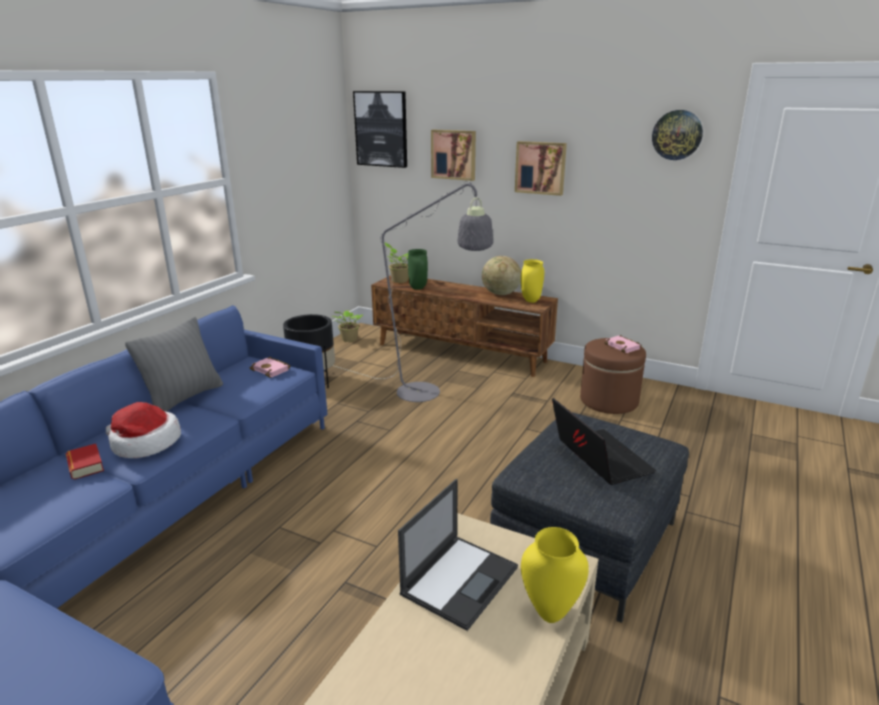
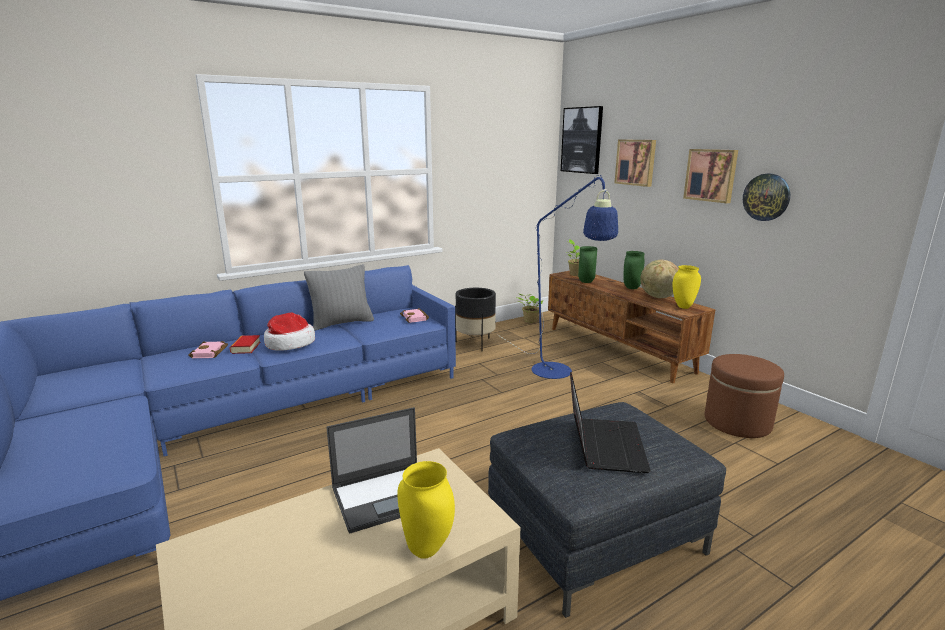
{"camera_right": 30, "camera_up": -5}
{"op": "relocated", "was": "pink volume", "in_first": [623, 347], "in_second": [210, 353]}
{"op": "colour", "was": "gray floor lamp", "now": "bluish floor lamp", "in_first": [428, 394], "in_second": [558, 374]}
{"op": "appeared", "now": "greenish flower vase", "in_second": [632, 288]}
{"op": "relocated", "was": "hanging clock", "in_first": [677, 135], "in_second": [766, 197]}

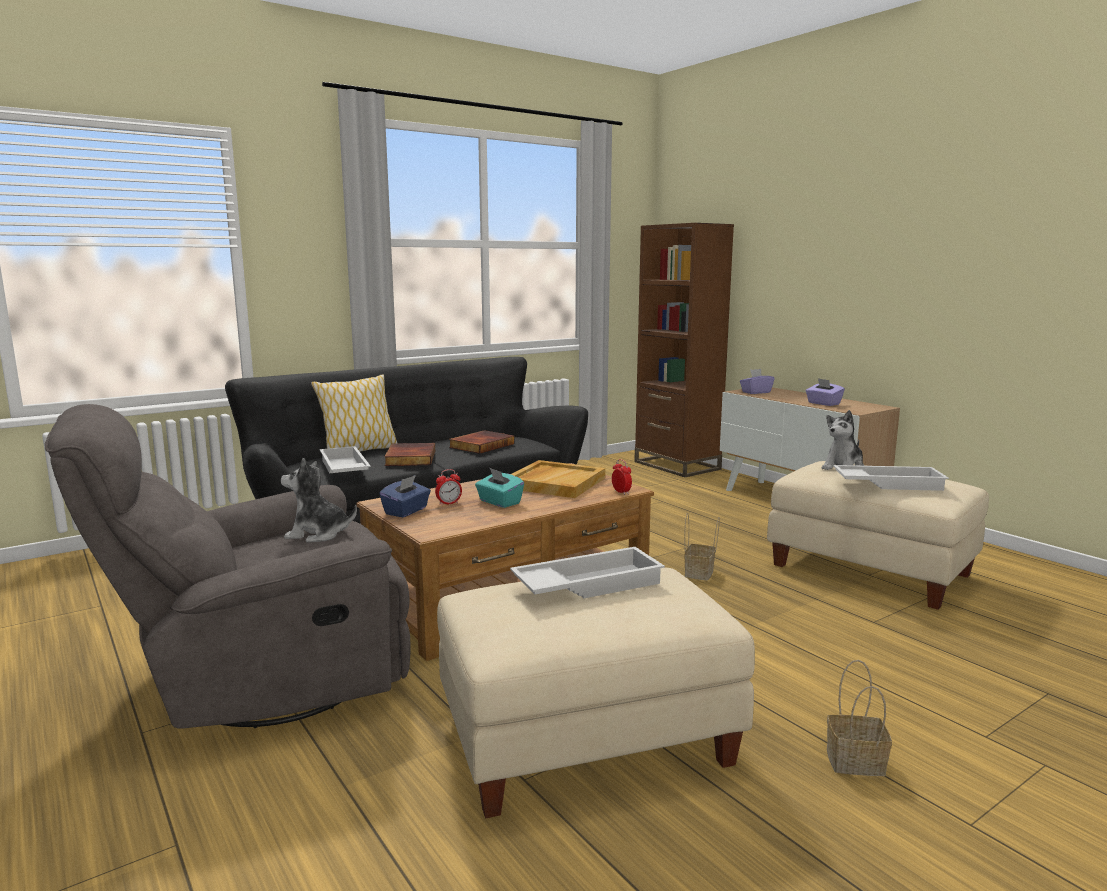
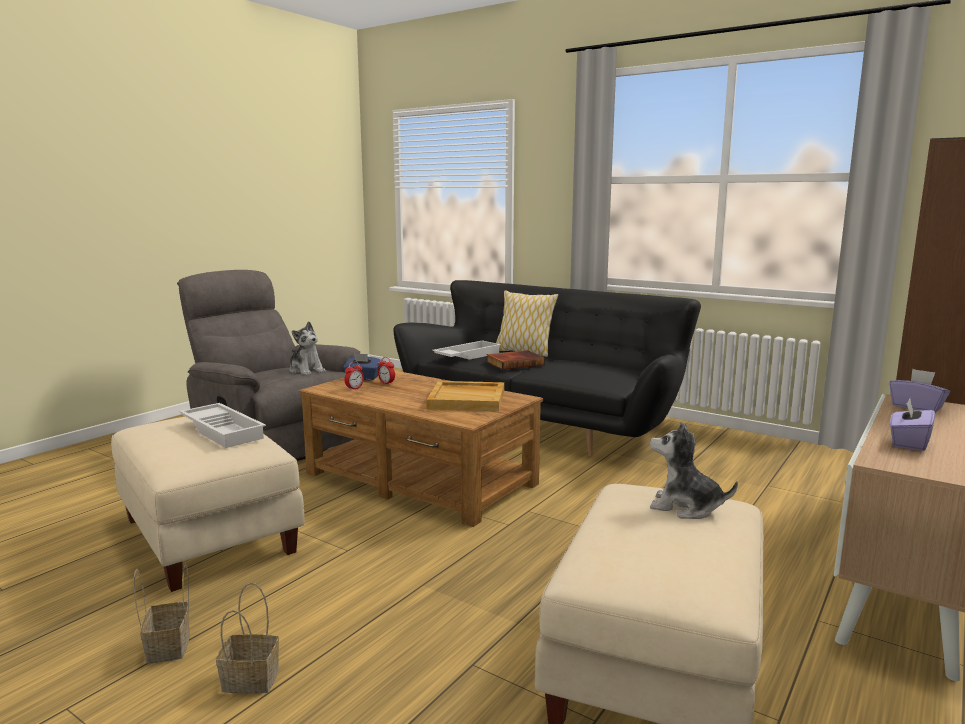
{"camera_right": 70, "camera_up": 0}
{"op": "relocated", "was": "basket", "in_first": [699, 573], "in_second": [248, 680]}
{"op": "spun", "was": "cuddly toy", "in_first": [318, 534], "in_second": [306, 370], "clockwise": 150}
{"op": "relocated", "was": "alarm clock", "in_first": [621, 492], "in_second": [354, 388]}
{"op": "missing", "was": "volume", "in_first": [481, 445]}
{"op": "missing", "was": "blue-green tissue holder", "in_first": [499, 502]}
{"op": "missing", "was": "white serving tray", "in_first": [888, 483]}

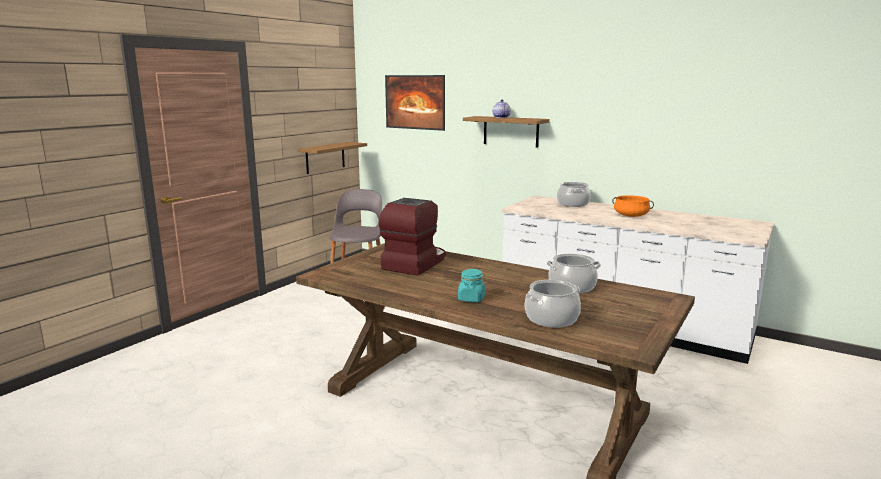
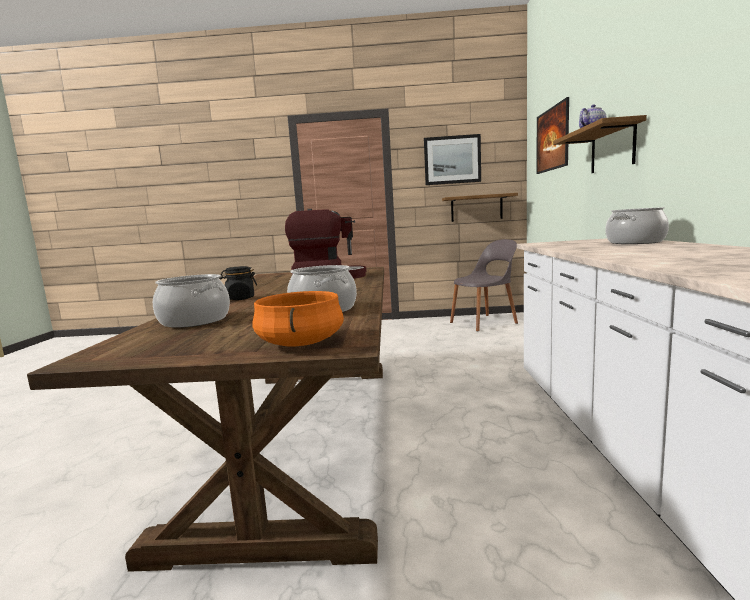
{"camera_right": 60, "camera_up": -5}
{"op": "colour", "was": "blue-green storage jar", "now": "blackish storage jar", "in_first": [471, 299], "in_second": [240, 298]}
{"op": "relocated", "was": "orange stockpot", "in_first": [631, 215], "in_second": [301, 343]}
{"op": "appeared", "now": "wall art", "in_second": [452, 160]}

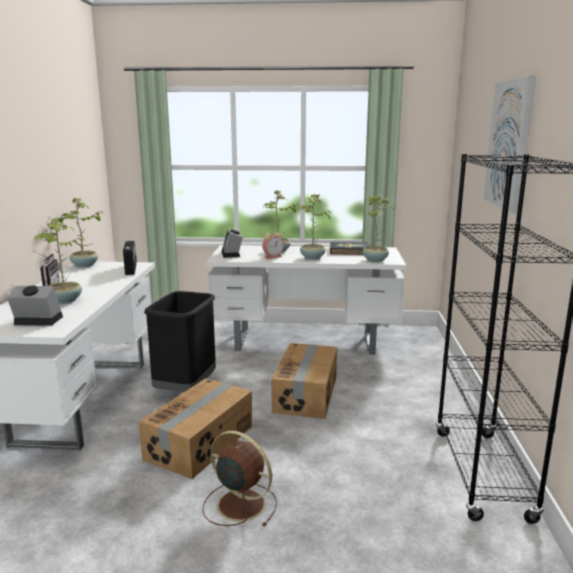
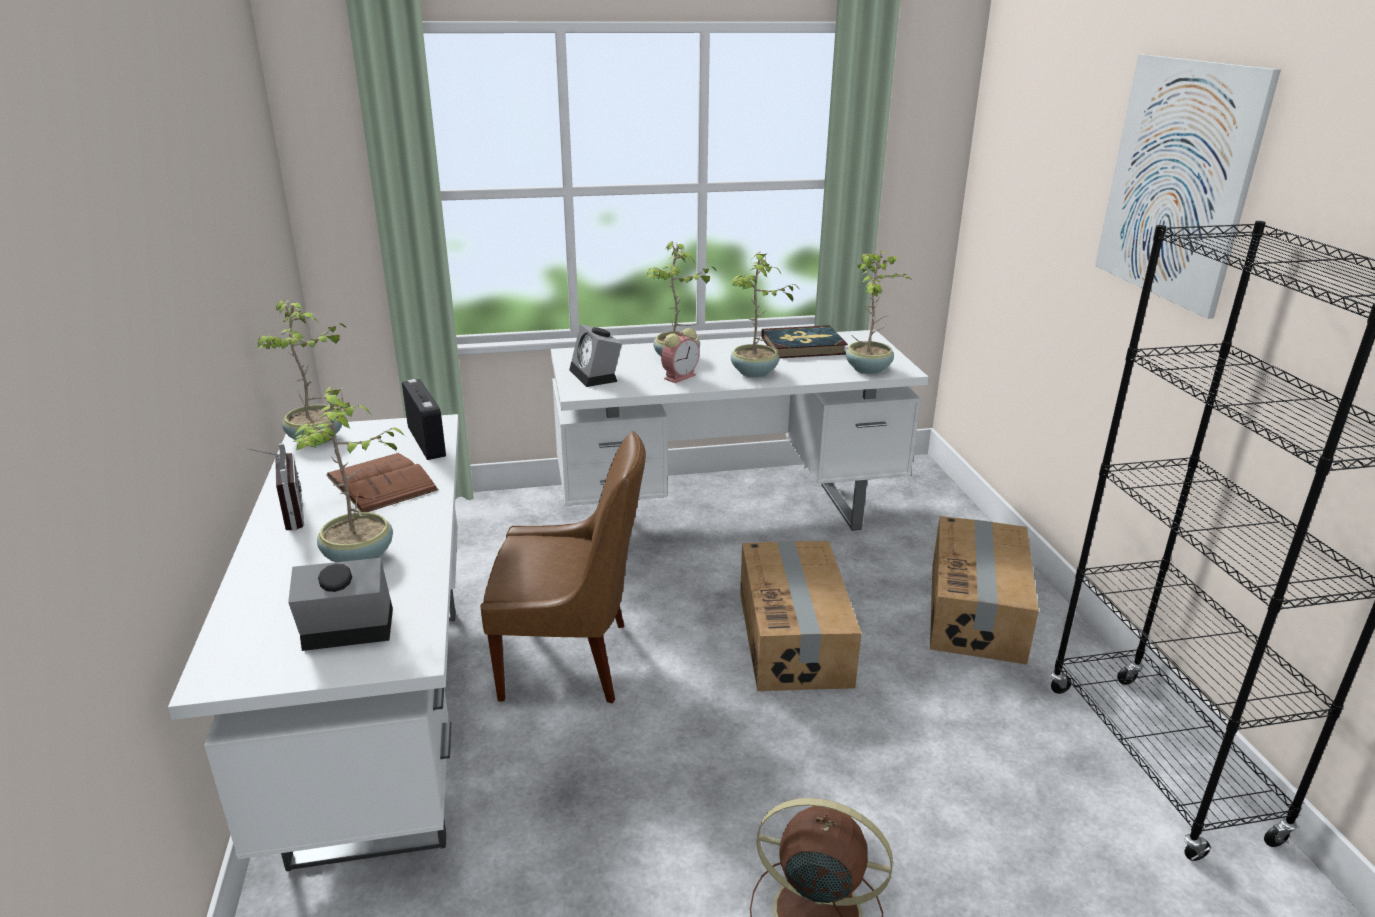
{"camera_right": -15, "camera_up": 10}
{"op": "appeared", "now": "brown-coloured volume", "in_second": [381, 483]}
{"op": "exchanged", "was": "blackish rubbish bin", "now": "brown-coloured plain chair", "in_first": [186, 389], "in_second": [571, 661]}
{"op": "relocated", "was": "cardboard box", "in_first": [201, 442], "in_second": [977, 611]}

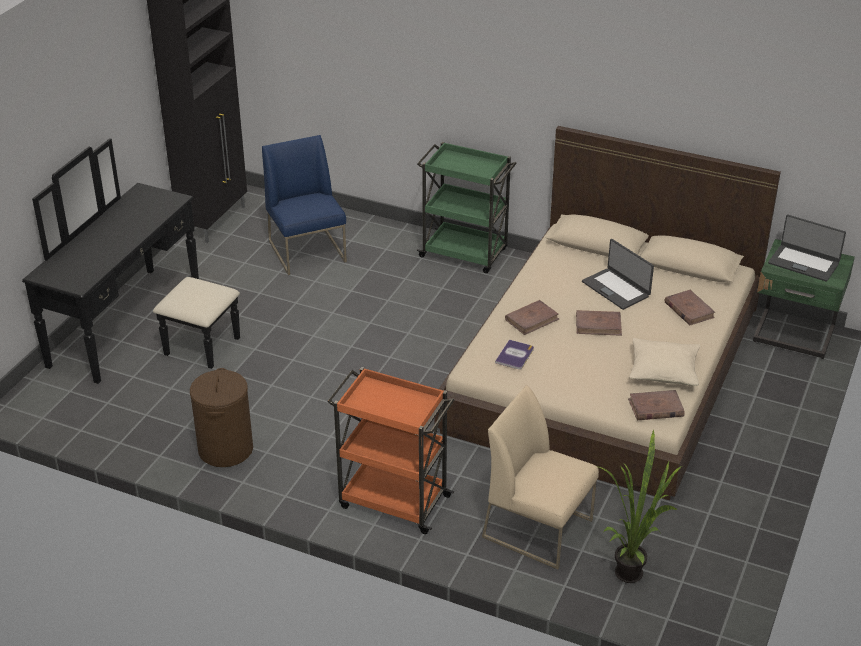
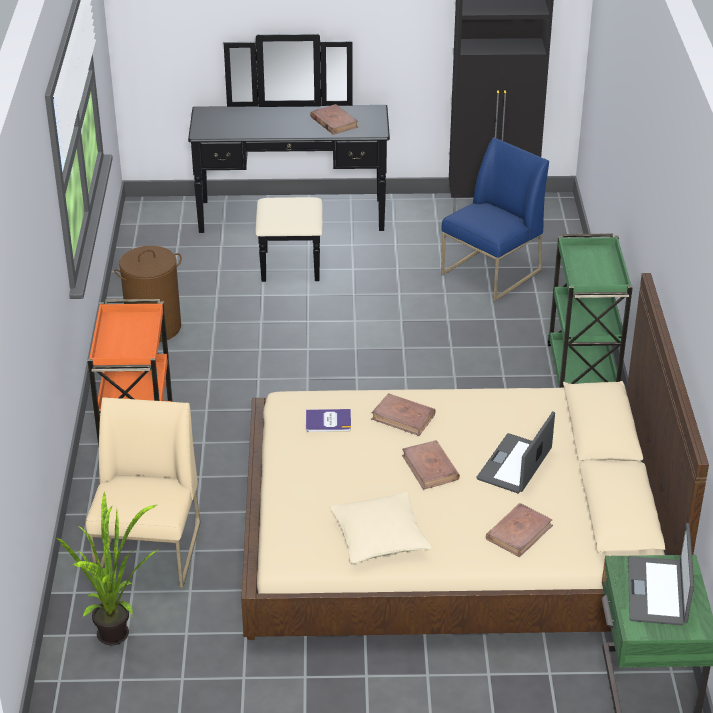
{"camera_right": 65, "camera_up": 0}
{"op": "relocated", "was": "brown-coloured volume", "in_first": [655, 408], "in_second": [334, 122]}

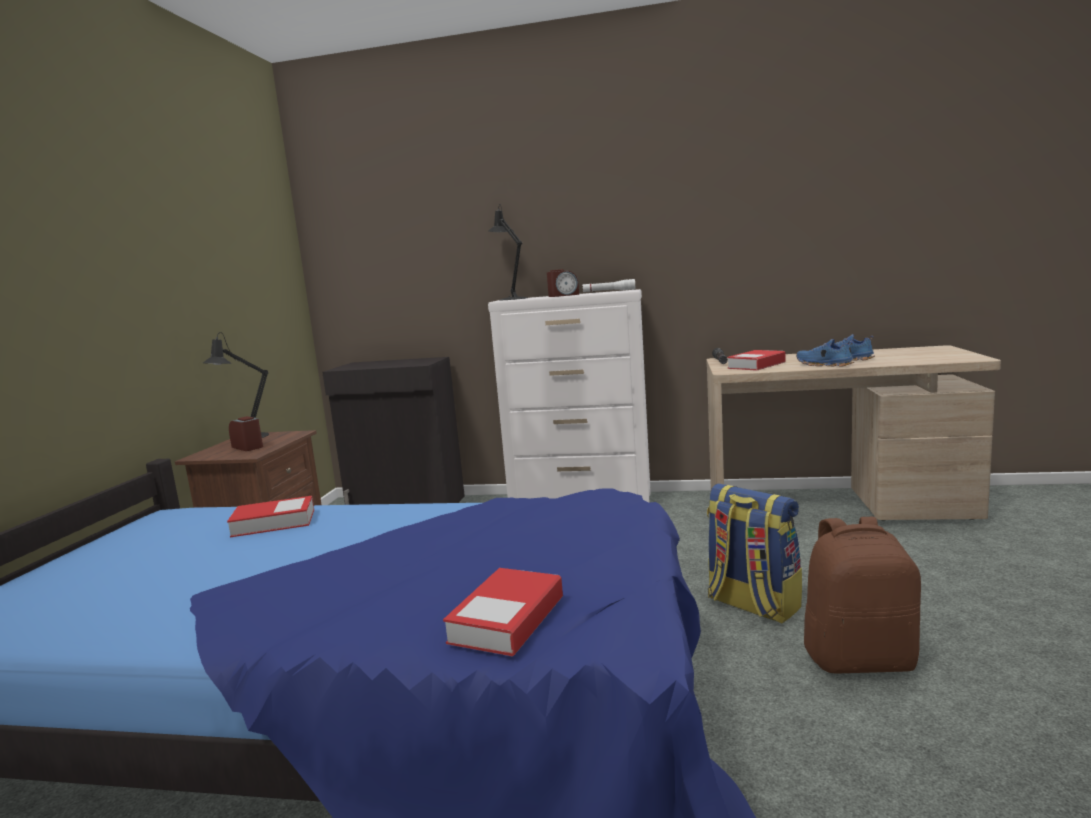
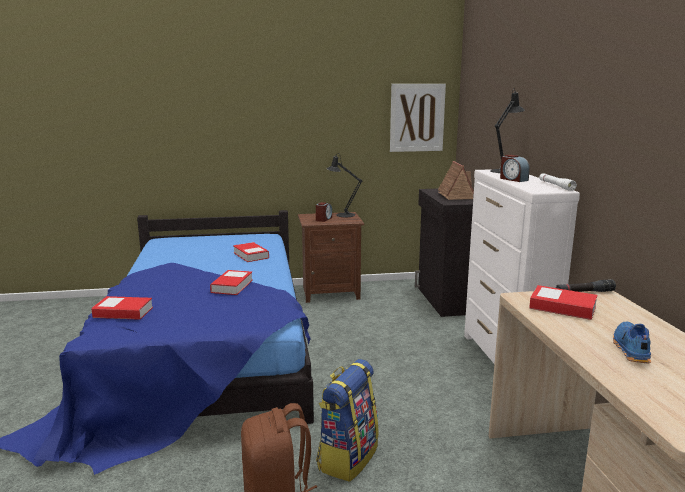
{"camera_right": 70, "camera_up": 5}
{"op": "appeared", "now": "volume", "in_second": [232, 286]}
{"op": "appeared", "now": "wall art", "in_second": [417, 117]}
{"op": "appeared", "now": "miniature house", "in_second": [455, 196]}
{"op": "missing", "was": "bluish item of footwear", "in_first": [823, 365]}

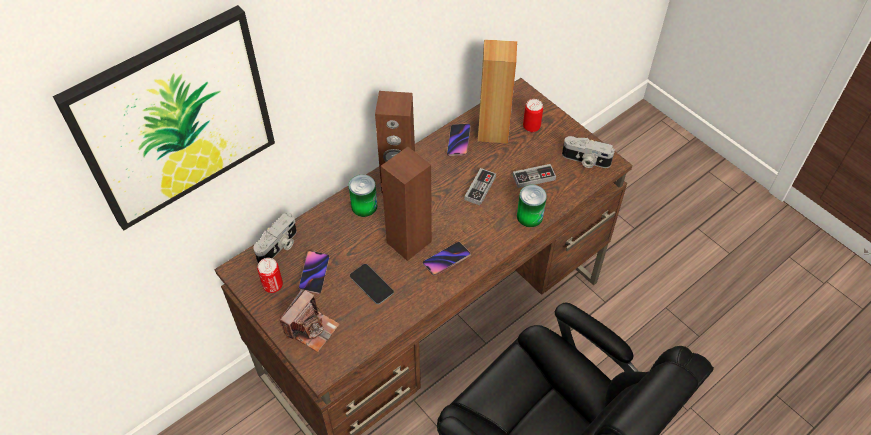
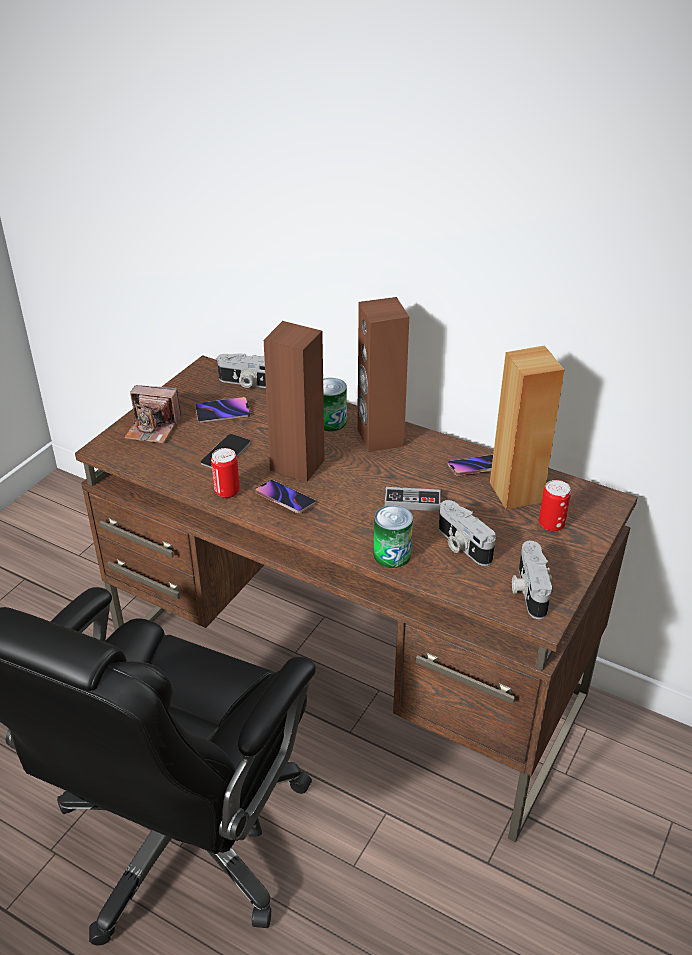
{"camera_right": 70, "camera_up": -15}
{"op": "relocated", "was": "metal can", "in_first": [273, 285], "in_second": [227, 491]}
{"op": "exchanged", "was": "gamepad", "now": "photo camera", "in_first": [533, 177], "in_second": [461, 545]}
{"op": "missing", "was": "wall art", "in_first": [175, 119]}

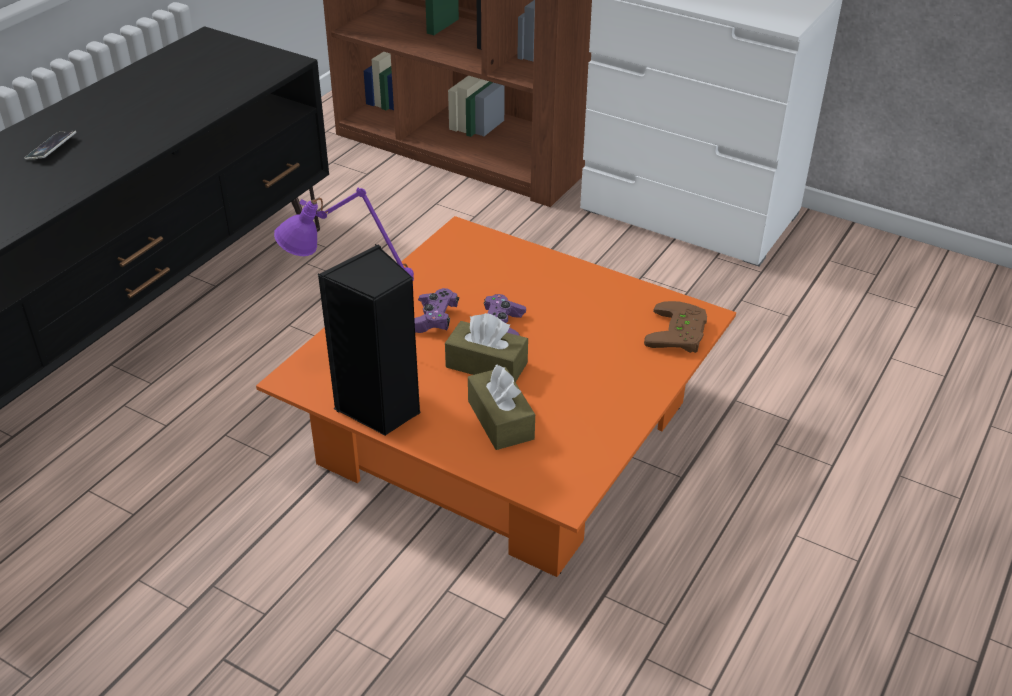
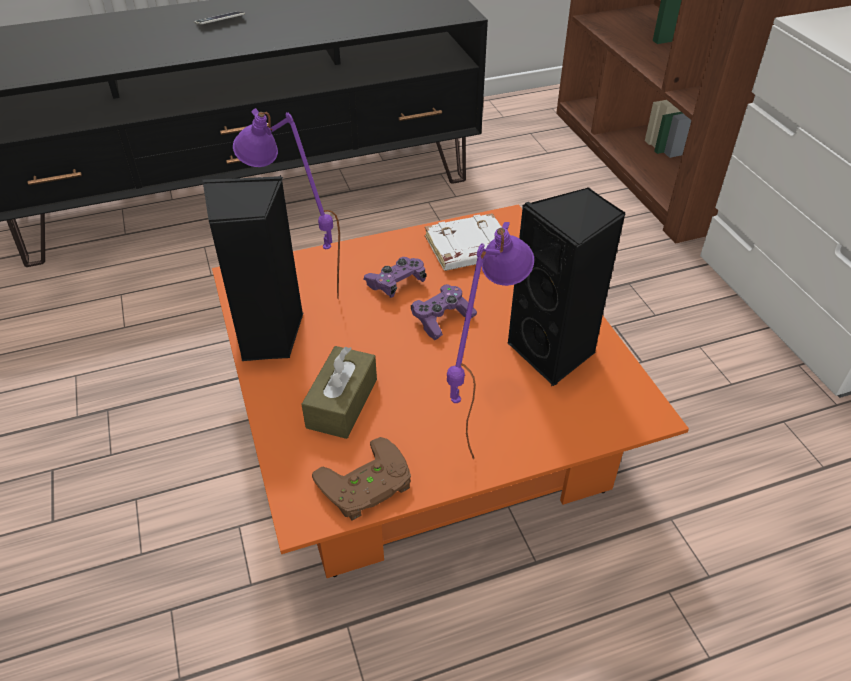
{"camera_right": 40, "camera_up": 5}
{"op": "relocated", "was": "brown-coloured gamepad", "in_first": [680, 333], "in_second": [367, 487]}
{"op": "appeared", "now": "white volume", "in_second": [468, 249]}
{"op": "appeared", "now": "purplish tabletop lamp", "in_second": [476, 415]}
{"op": "appeared", "now": "blackish audio speaker", "in_second": [554, 353]}
{"op": "missing", "was": "brown-coloured tissue holder", "in_first": [486, 365]}

